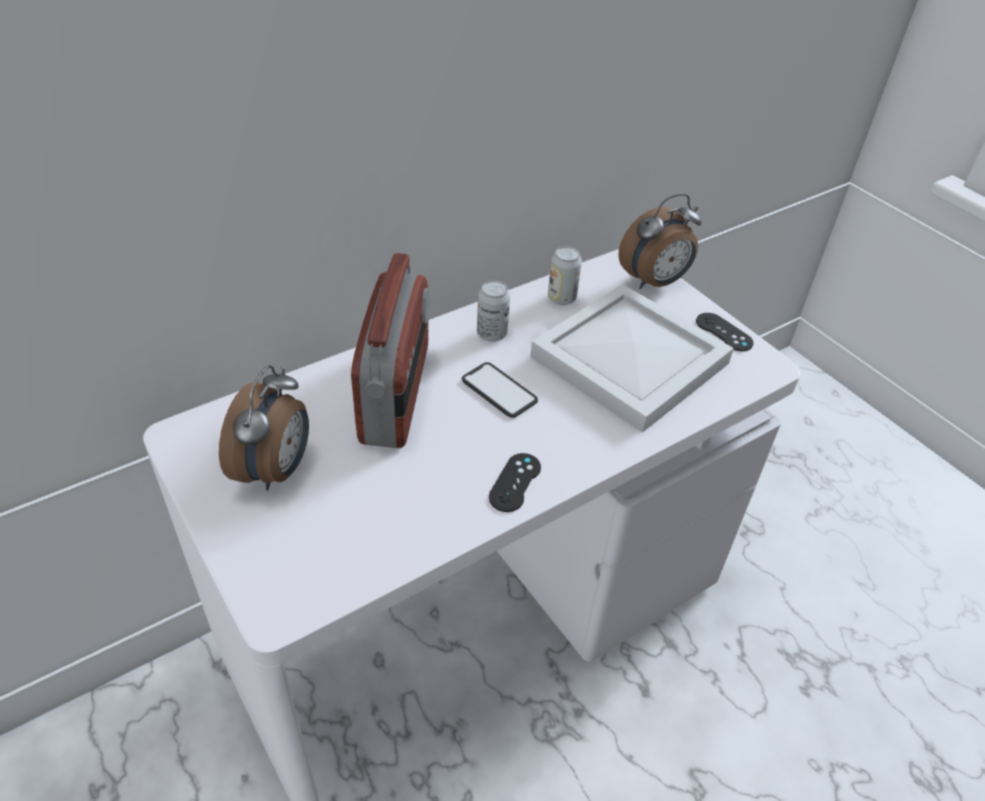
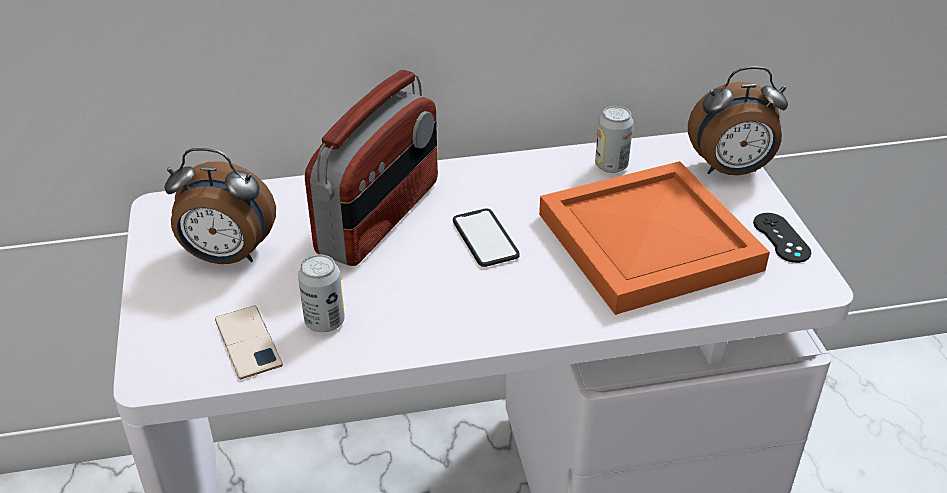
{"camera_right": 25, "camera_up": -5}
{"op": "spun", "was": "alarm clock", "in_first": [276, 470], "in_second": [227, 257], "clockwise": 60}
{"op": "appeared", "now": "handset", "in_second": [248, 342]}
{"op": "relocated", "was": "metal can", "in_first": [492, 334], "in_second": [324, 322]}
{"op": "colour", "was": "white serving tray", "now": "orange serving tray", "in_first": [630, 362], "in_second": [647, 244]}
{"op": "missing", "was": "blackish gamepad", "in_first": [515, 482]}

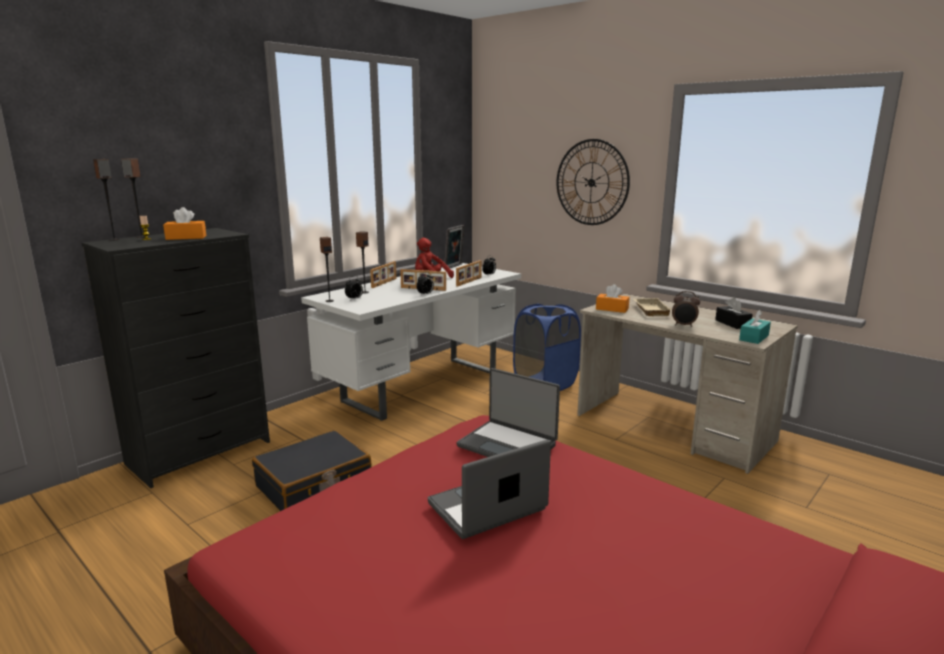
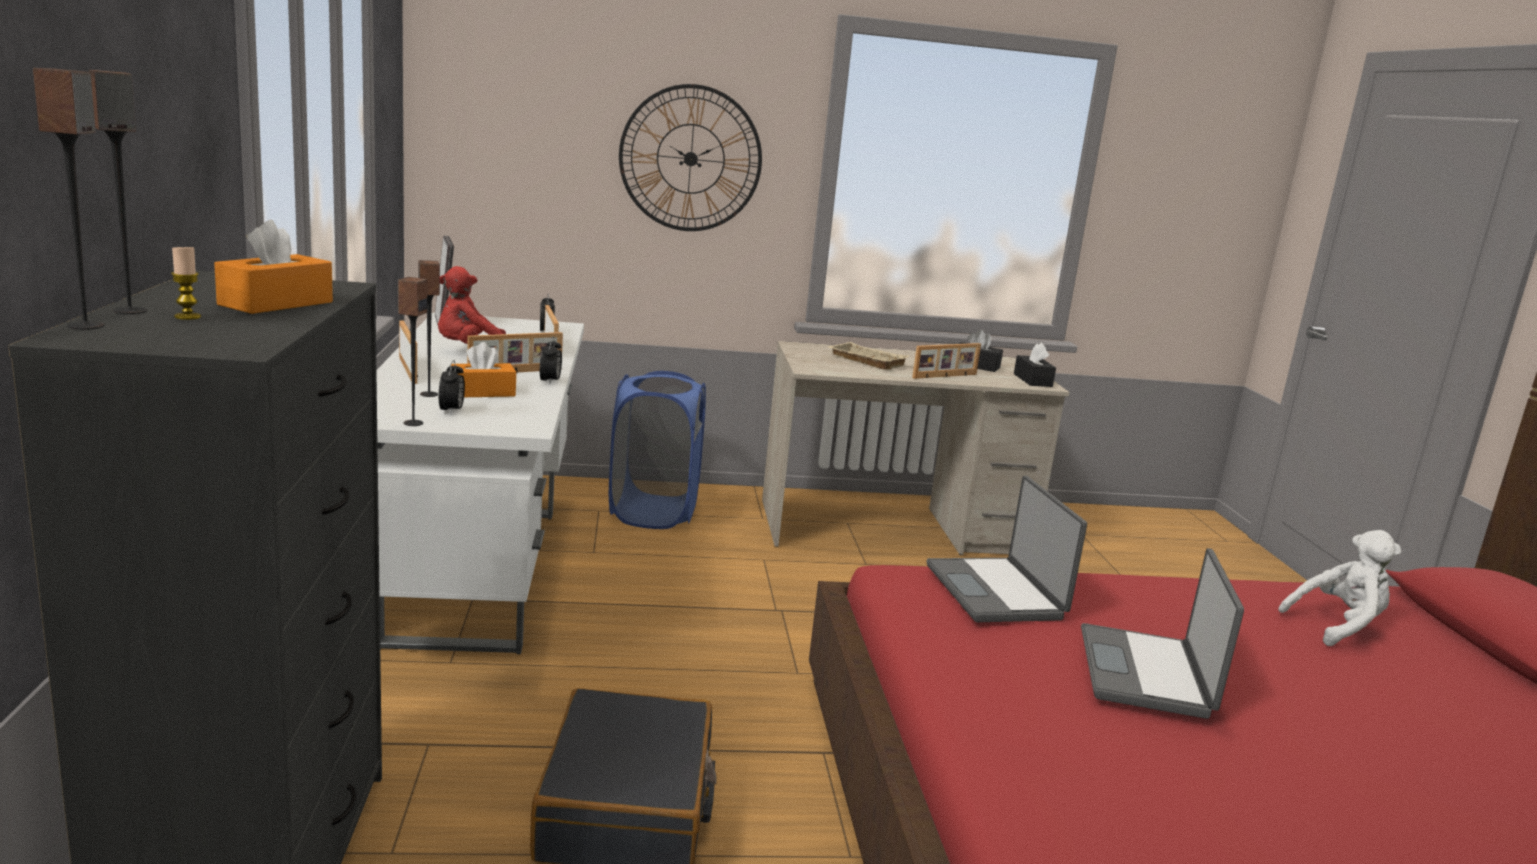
{"camera_right": -50, "camera_up": 0}
{"op": "relocated", "was": "orange tissue holder", "in_first": [612, 309], "in_second": [482, 392]}
{"op": "exchanged", "was": "alarm clock", "now": "standing frame", "in_first": [683, 325], "in_second": [945, 376]}
{"op": "spun", "was": "laptop", "in_first": [508, 445], "in_second": [996, 592], "clockwise": 90}
{"op": "colour", "was": "blue-green tissue holder", "now": "blackish tissue holder", "in_first": [754, 338], "in_second": [1032, 380]}
{"op": "appeared", "now": "white cuddly toy", "in_second": [1338, 627]}

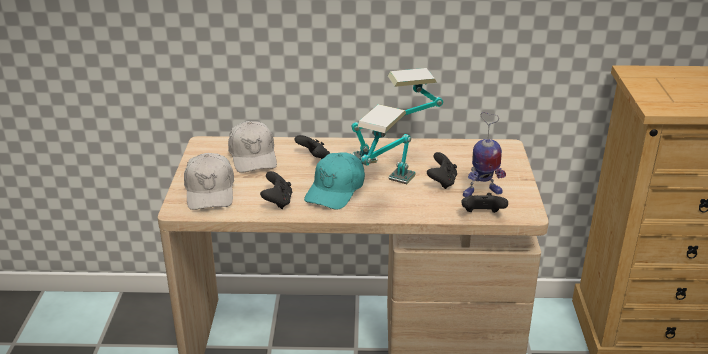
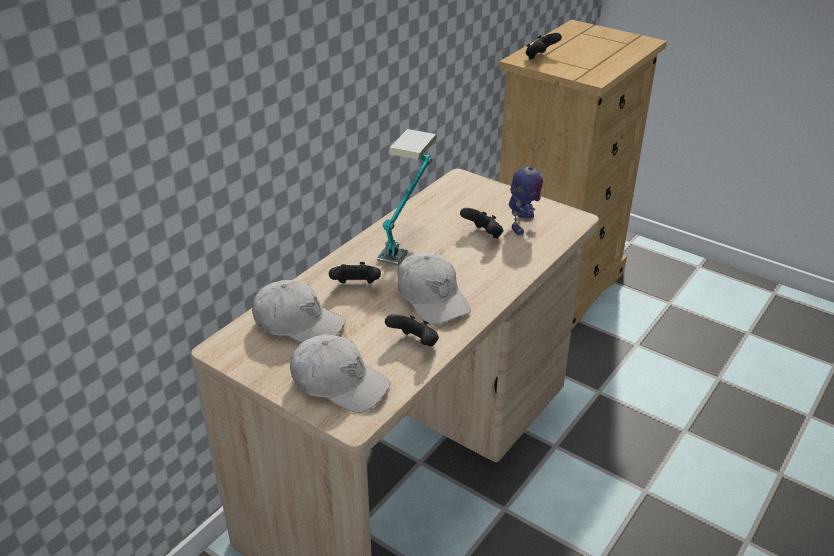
{"camera_right": -55, "camera_up": 5}
{"op": "colour", "was": "blue-green peaked cap", "now": "white peaked cap", "in_first": [336, 190], "in_second": [432, 298]}
{"op": "relocated", "was": "blackish gamepad", "in_first": [482, 215], "in_second": [540, 57]}
{"op": "missing", "was": "tabletop lamp", "in_first": [387, 193]}

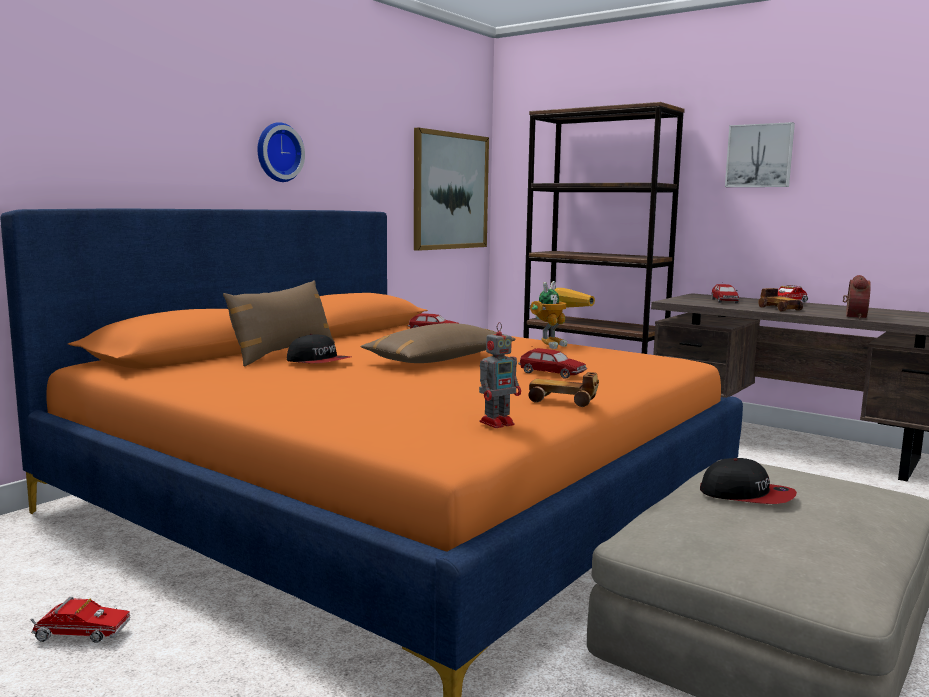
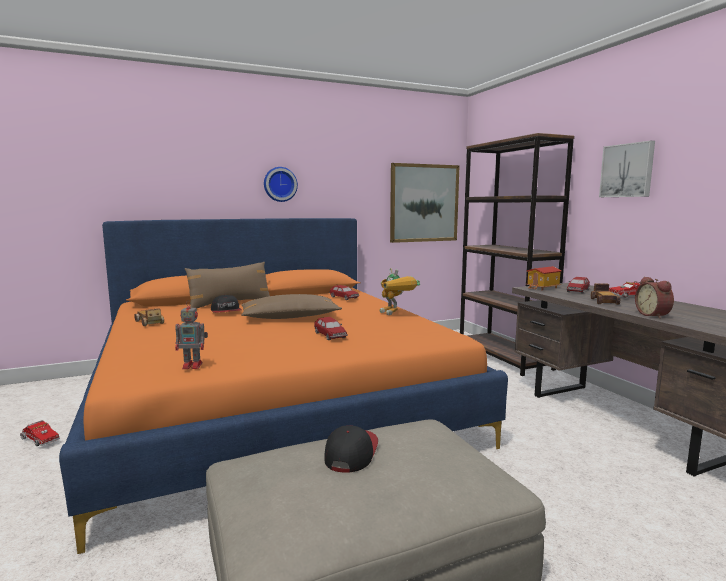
{"camera_right": 30, "camera_up": 0}
{"op": "relocated", "was": "model car", "in_first": [563, 401], "in_second": [149, 322]}
{"op": "spun", "was": "peaked cap", "in_first": [747, 495], "in_second": [350, 452], "clockwise": -135}
{"op": "spun", "was": "model robot", "in_first": [555, 344], "in_second": [396, 314], "clockwise": 75}
{"op": "appeared", "now": "miniature house", "in_second": [543, 288]}
{"op": "spun", "was": "alarm clock", "in_first": [853, 317], "in_second": [653, 315], "clockwise": 120}

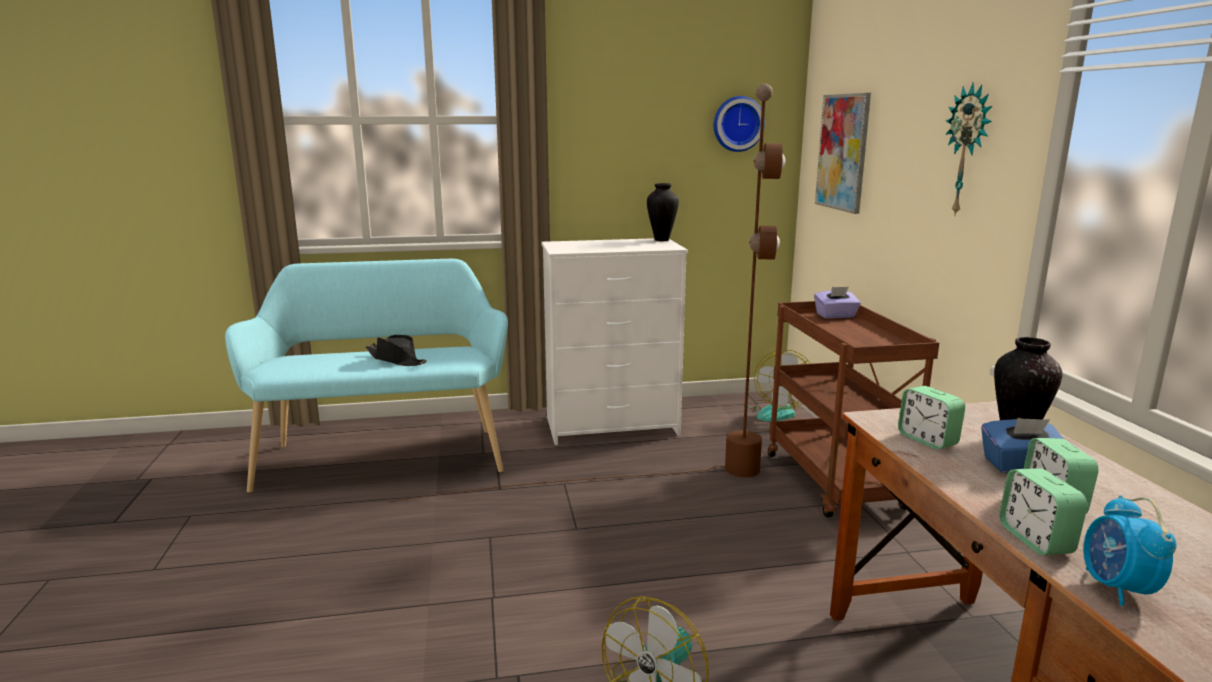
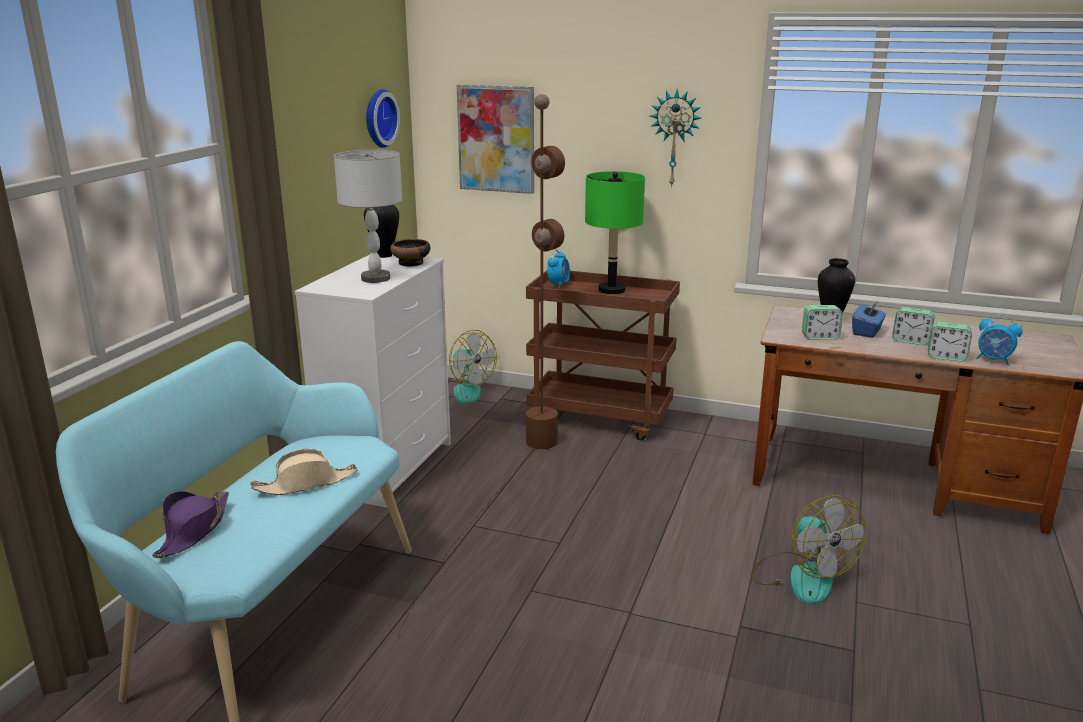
{"camera_right": -60, "camera_up": 5}
{"op": "appeared", "now": "purplish hat", "in_second": [193, 531]}
{"op": "colour", "was": "blackish hat", "now": "beige hat", "in_first": [396, 360], "in_second": [306, 483]}
{"op": "appeared", "now": "gray tabletop lamp", "in_second": [376, 278]}
{"op": "appeared", "now": "deep dish", "in_second": [411, 263]}
{"op": "exchanged", "was": "purplish tissue holder", "now": "alarm clock", "in_first": [836, 316], "in_second": [558, 284]}
{"op": "appeared", "now": "greenish tabletop lamp", "in_second": [611, 290]}

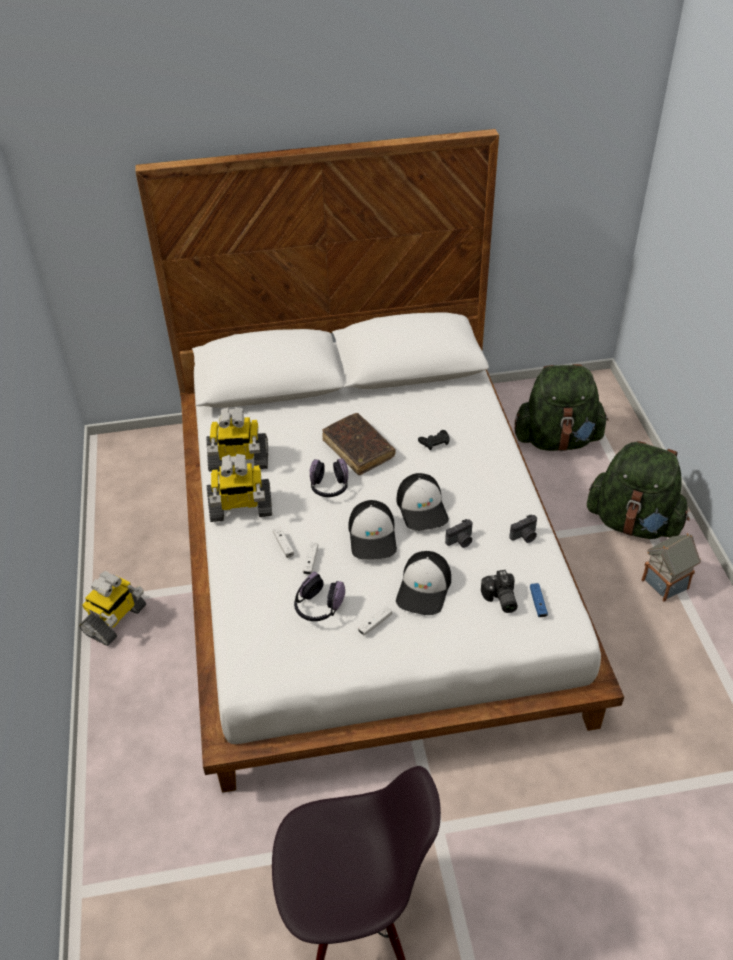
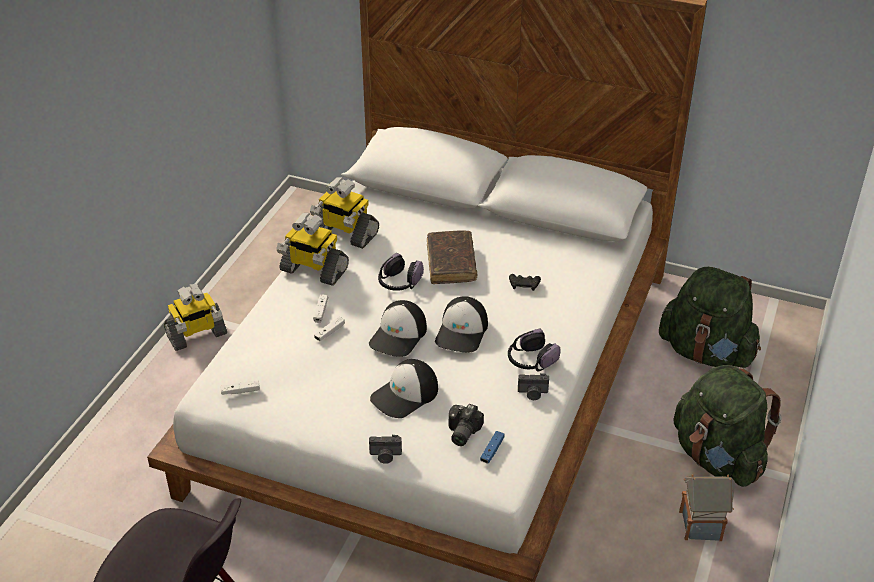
{"camera_right": 30, "camera_up": -5}
{"op": "relocated", "was": "white gamepad", "in_first": [375, 624], "in_second": [240, 391]}
{"op": "relocated", "was": "photo camera", "in_first": [460, 541], "in_second": [385, 456]}
{"op": "relocated", "was": "headphones", "in_first": [318, 607], "in_second": [530, 360]}

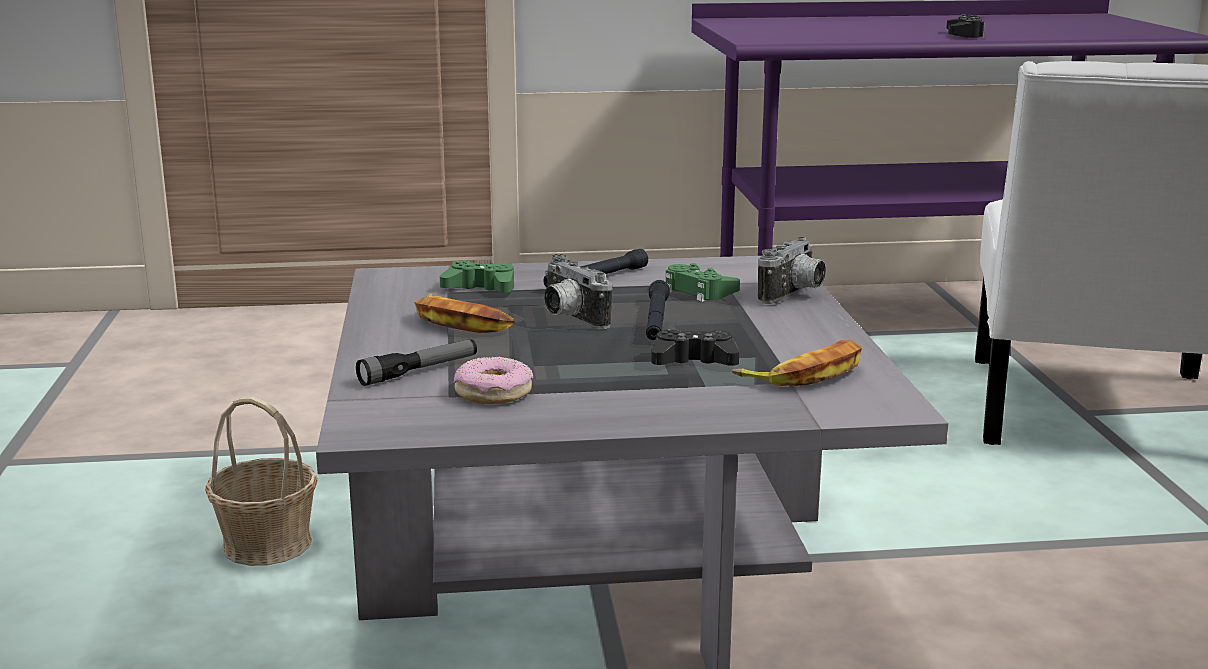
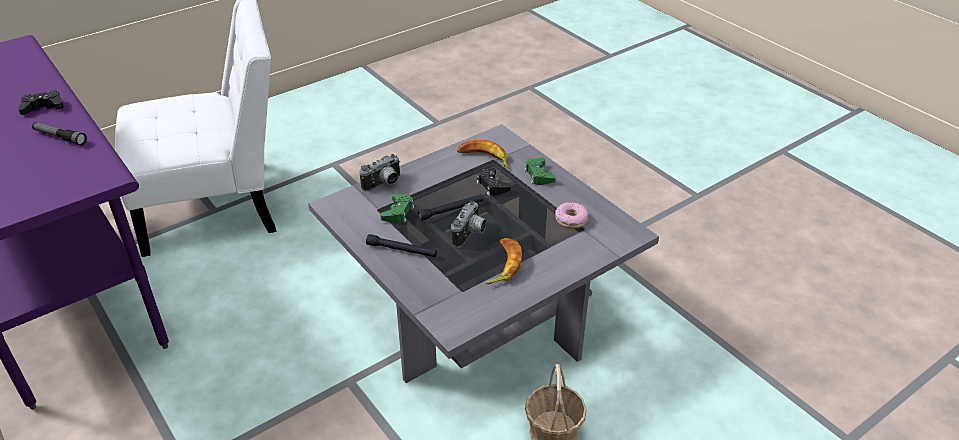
{"camera_right": -120, "camera_up": 20}
{"op": "relocated", "was": "flashlight", "in_first": [419, 371], "in_second": [60, 137]}
{"op": "spun", "was": "photo camera", "in_first": [794, 295], "in_second": [384, 184], "clockwise": 135}
{"op": "relocated", "was": "greenish gamepad", "in_first": [481, 288], "in_second": [538, 175]}

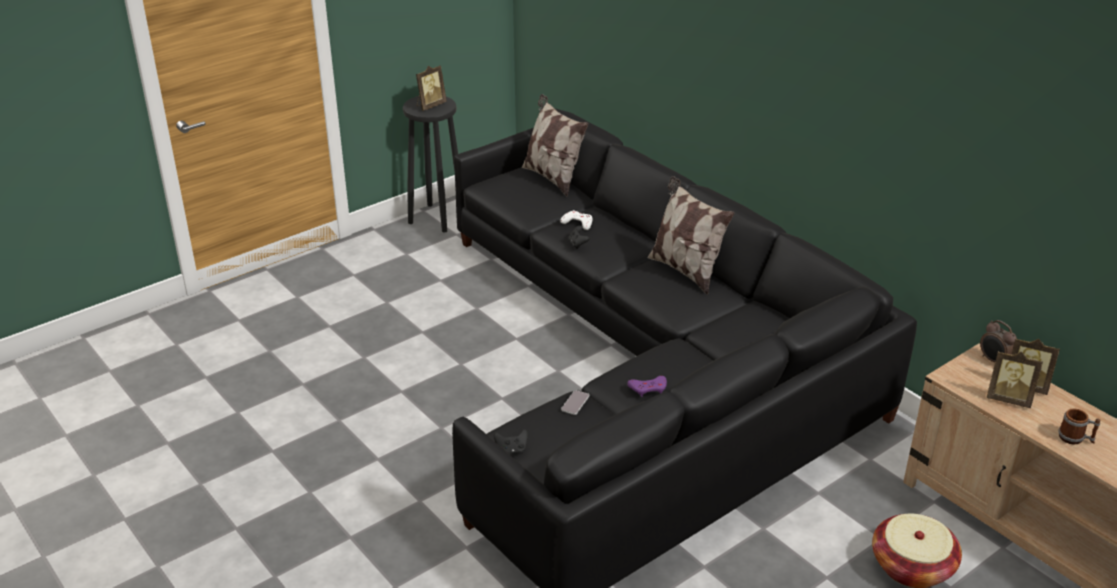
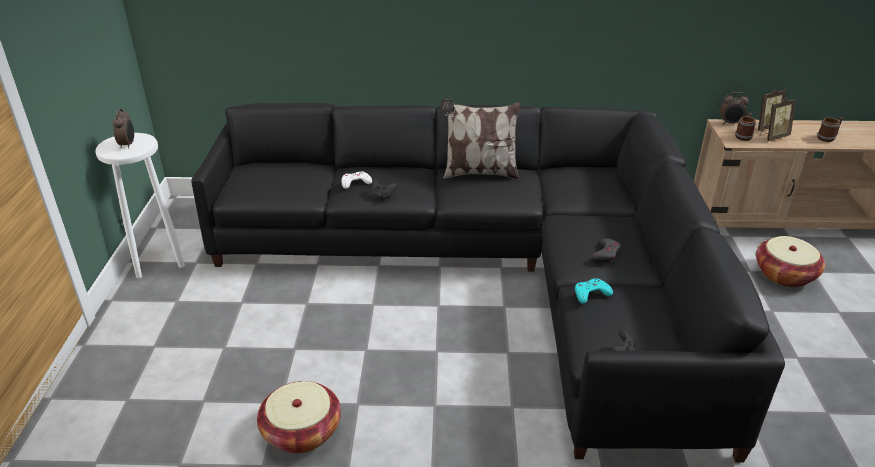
{"camera_right": -50, "camera_up": 0}
{"op": "colour", "was": "blackish stool", "now": "white stool", "in_first": [436, 217], "in_second": [156, 260]}
{"op": "exchanged", "was": "standing frame", "now": "alarm clock", "in_first": [430, 105], "in_second": [128, 145]}
{"op": "appeared", "now": "basket", "in_second": [302, 432]}
{"op": "exchanged", "was": "handset", "now": "blue-green gamepad", "in_first": [575, 403], "in_second": [591, 293]}
{"op": "colour", "was": "purplish gamepad", "now": "gray gamepad", "in_first": [648, 388], "in_second": [606, 253]}
{"op": "appeared", "now": "tea mug", "in_second": [743, 136]}
{"op": "missing", "was": "throw pillow", "in_first": [553, 177]}

